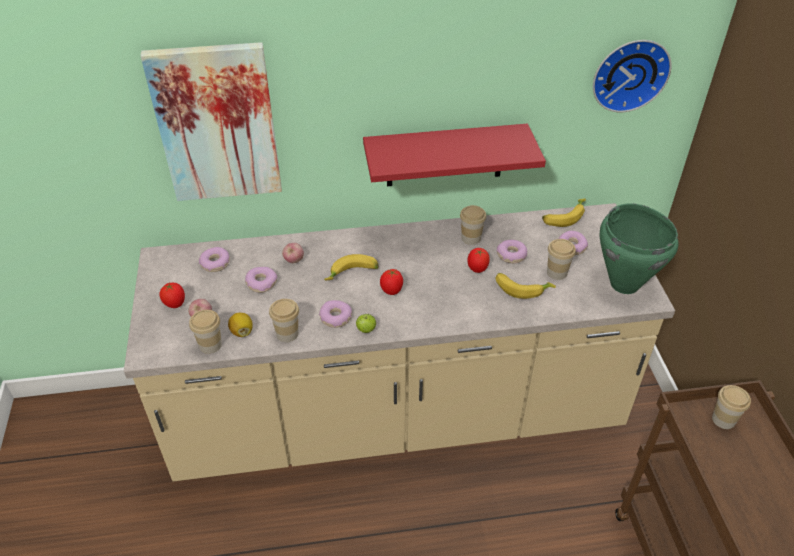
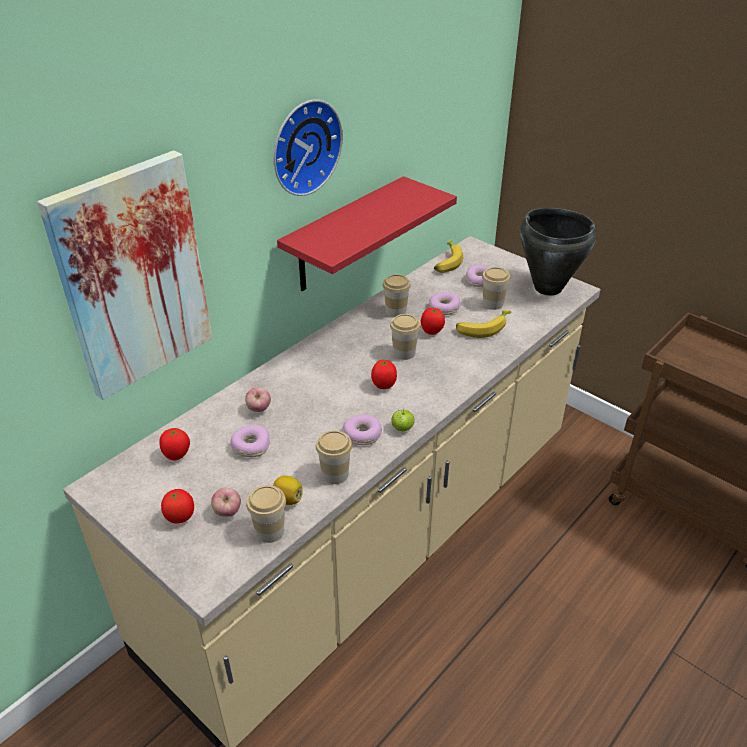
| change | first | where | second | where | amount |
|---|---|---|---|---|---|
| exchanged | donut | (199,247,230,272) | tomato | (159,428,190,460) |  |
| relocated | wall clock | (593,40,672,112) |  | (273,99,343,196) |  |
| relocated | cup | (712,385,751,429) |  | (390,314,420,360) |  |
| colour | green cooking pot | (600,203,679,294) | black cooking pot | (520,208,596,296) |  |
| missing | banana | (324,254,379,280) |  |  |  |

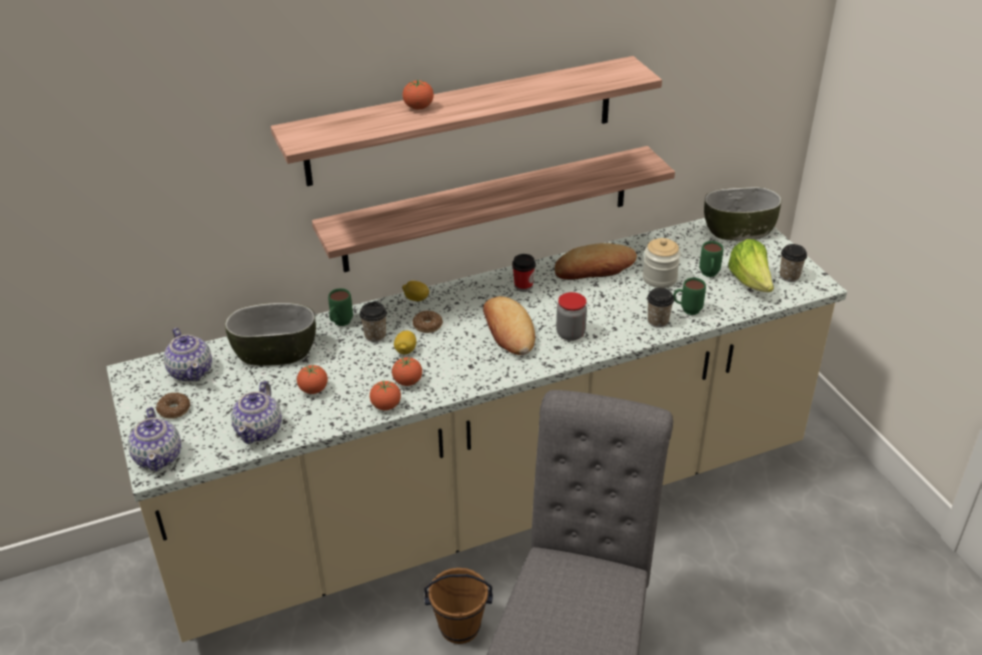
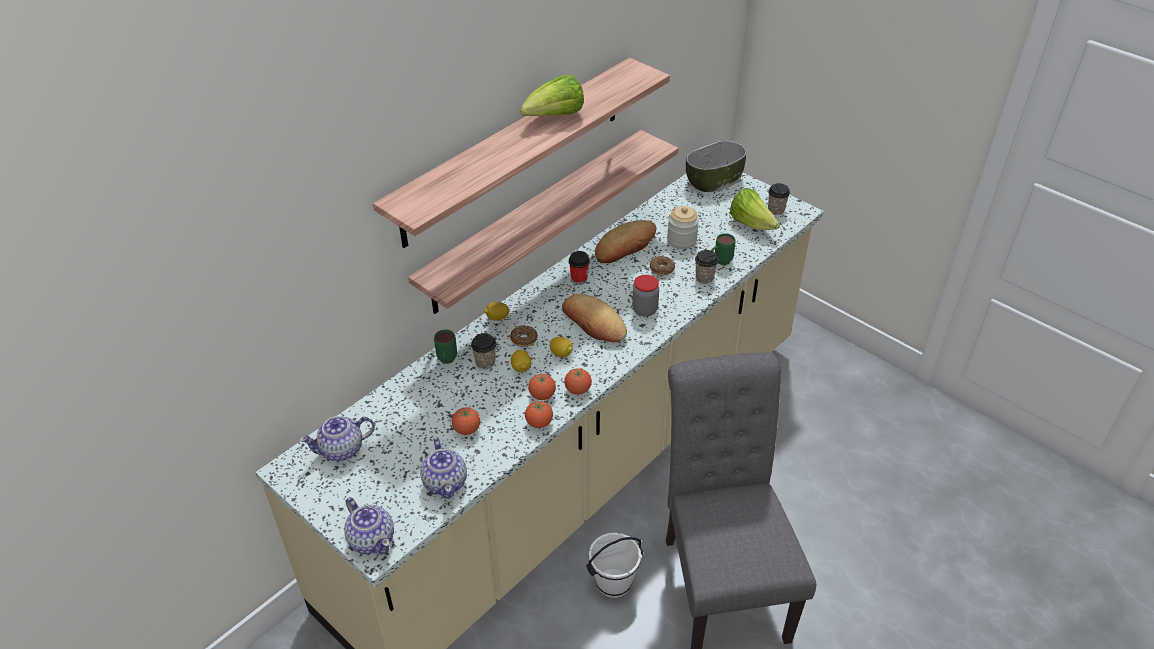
| change | first | where | second | where | amount |
|---|---|---|---|---|---|
| spun | teapot | (164,328,212,381) |  | (299,416,375,461) | 120 degrees clockwise |
| appeared |  |  | lettuce | (520,75,584,116) |  |
| appeared |  |  | lemon | (550,337,573,357) |  |
| relocated | tomato | (403,80,434,110) |  | (564,368,592,395) |  |
| colour | brown bucket | (424,568,493,644) | white bucket | (586,533,644,598) |  |
| relocated | donut | (156,392,190,419) |  | (650,256,675,276) |  |
| missing | bowl | (225,303,316,366) |  |  |  |
| missing | green mug | (699,241,723,277) |  |  |  |

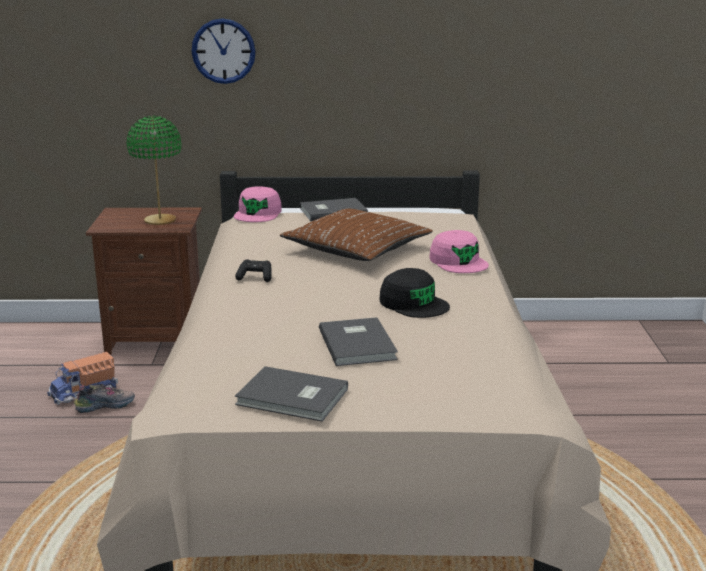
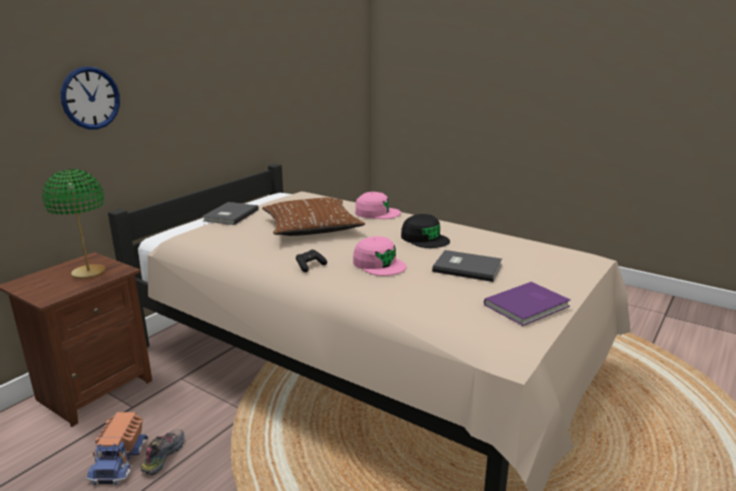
| change | first | where | second | where | amount |
|---|---|---|---|---|---|
| relocated | pink cap | (234,186,282,222) |  | (353,236,407,276) |  |
| spun | black cap | (379,268,450,318) |  | (401,214,450,248) | 60 degrees clockwise |
| colour | grey book | (235,366,348,422) | purple book | (484,282,570,326) |  |

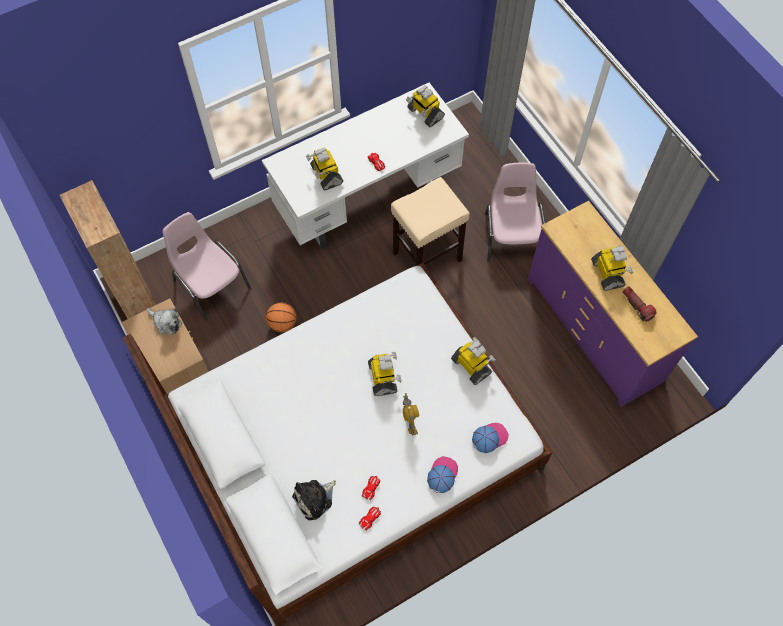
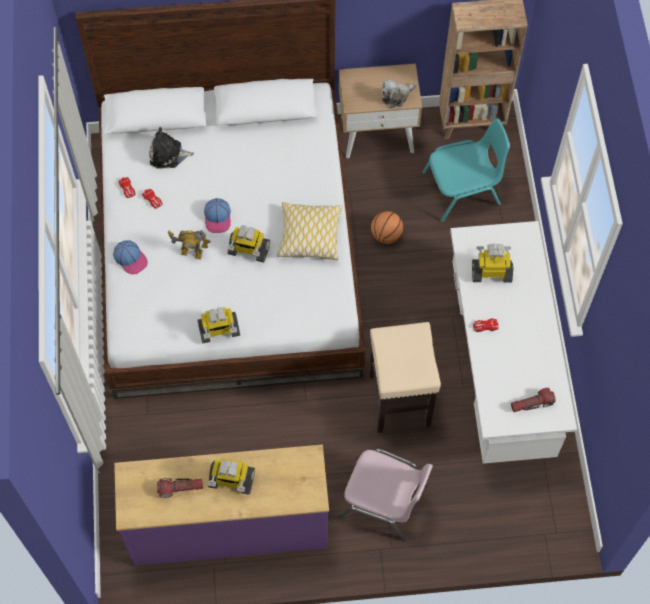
| change | first | where | second | where | amount |
|---|---|---|---|---|---|
| spun | plush toy | (292,480,336,520) |  | (149,127,194,169) | 75 degrees counterclockwise |
| relocated | cap | (472,423,509,453) |  | (204,198,231,233) |  |
| appeared |  |  | pillow | (277,202,342,260) |  |
| colour | pink chair | (162,212,251,320) | turquoise chair | (423,119,510,222) |  |
| exchanged | toy robot | (406,85,445,127) | flashlight | (511,388,556,412) |  |

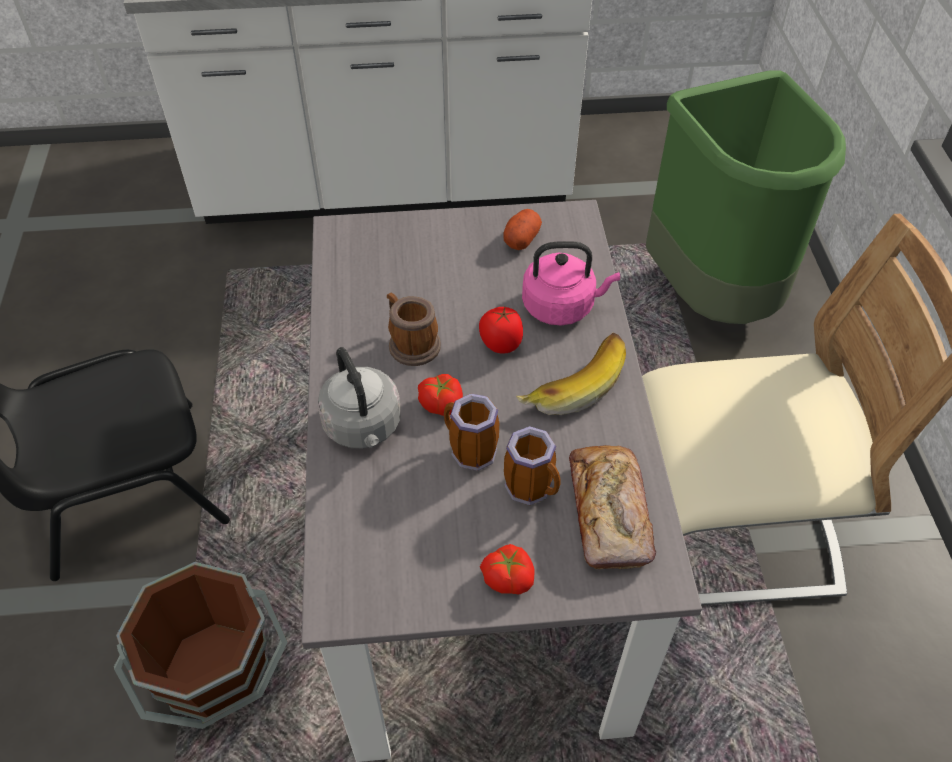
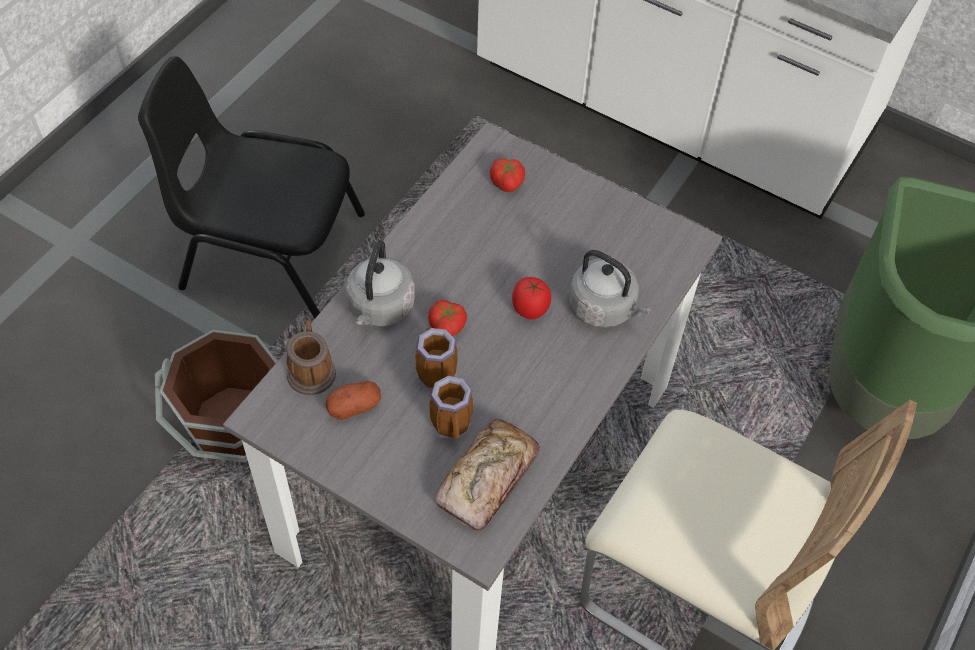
| change | first | where | second | where | amount |
|---|---|---|---|---|---|
| relocated | mug | (387,293,441,366) |  | (286,320,336,395) |  |
| relocated | potato | (503,209,542,250) |  | (325,381,381,420) |  |
| relocated | tomato | (480,544,534,595) |  | (490,159,525,192) |  |
| colour | pink kettle | (522,241,620,325) | grey kettle | (569,250,651,328) |  |
| missing | banana | (516,333,626,415) |  |  |  |

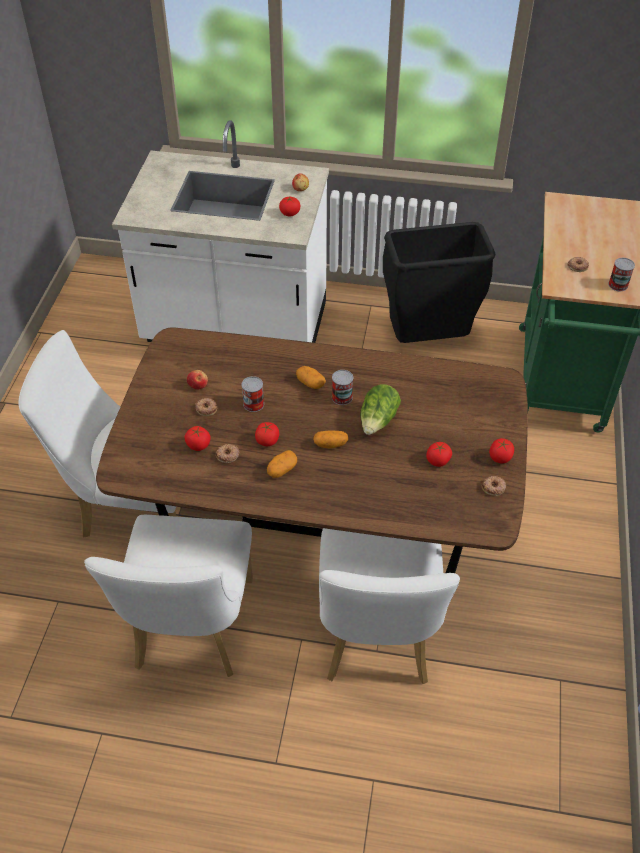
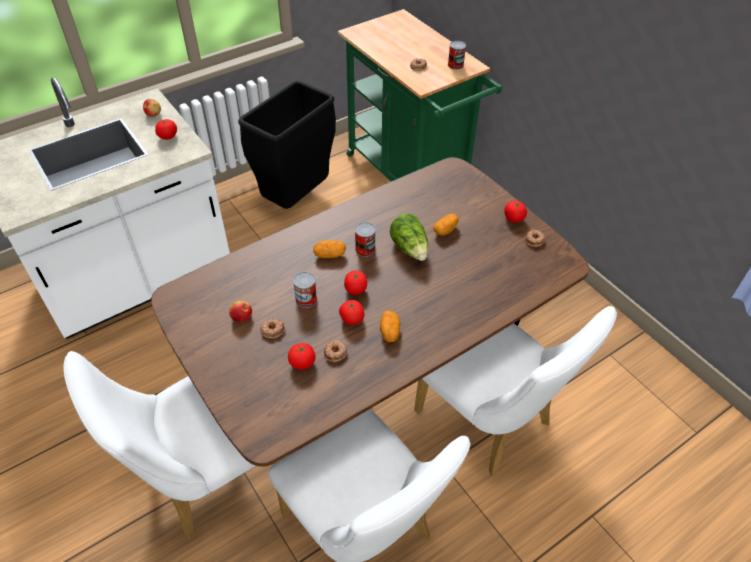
| change | first | where | second | where | amount |
|---|---|---|---|---|---|
| relocated | tomato | (426,442,452,467) |  | (344,271,367,295) |  |
| relocated | potato | (313,431,348,449) |  | (433,214,459,235) |  |

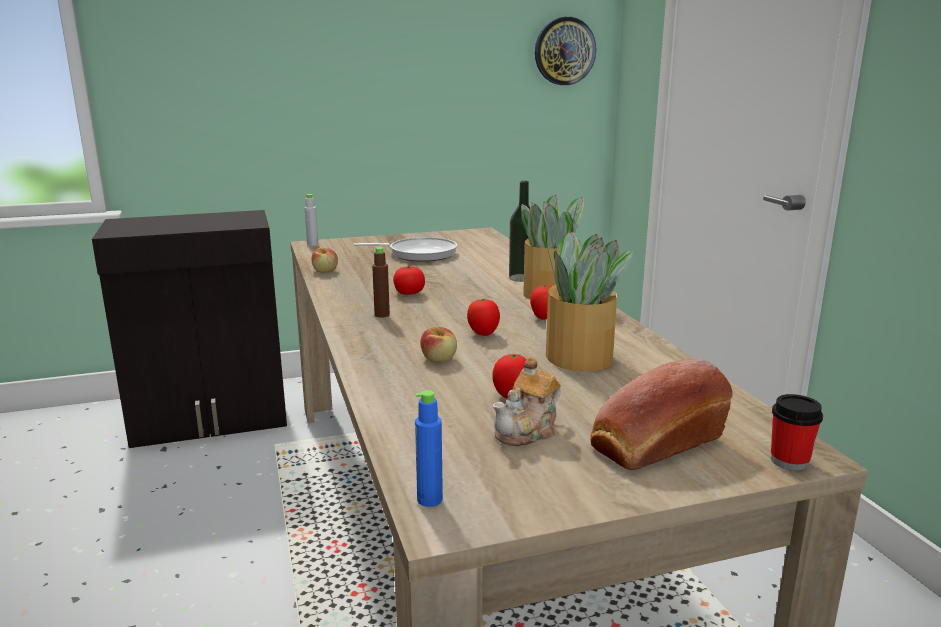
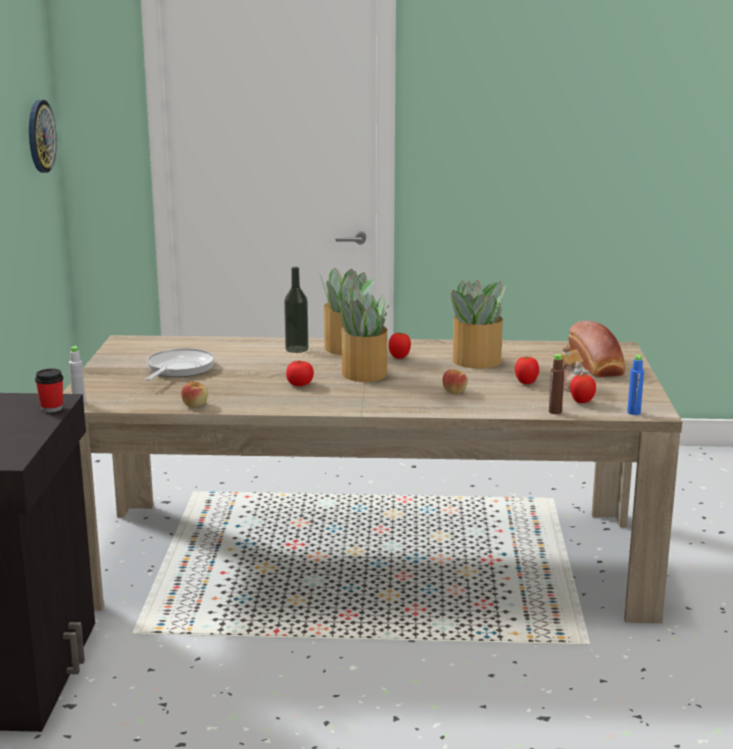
| change | first | where | second | where | amount |
|---|---|---|---|---|---|
| relocated | cup | (771,394,823,471) |  | (35,369,63,412) |  |
| appeared |  |  | potted plant | (335,288,390,382) |  |
| relocated | brown bottle | (372,247,390,318) |  | (549,354,564,414) |  |
| relocated | tomato | (467,299,500,336) |  | (570,374,596,403) |  |

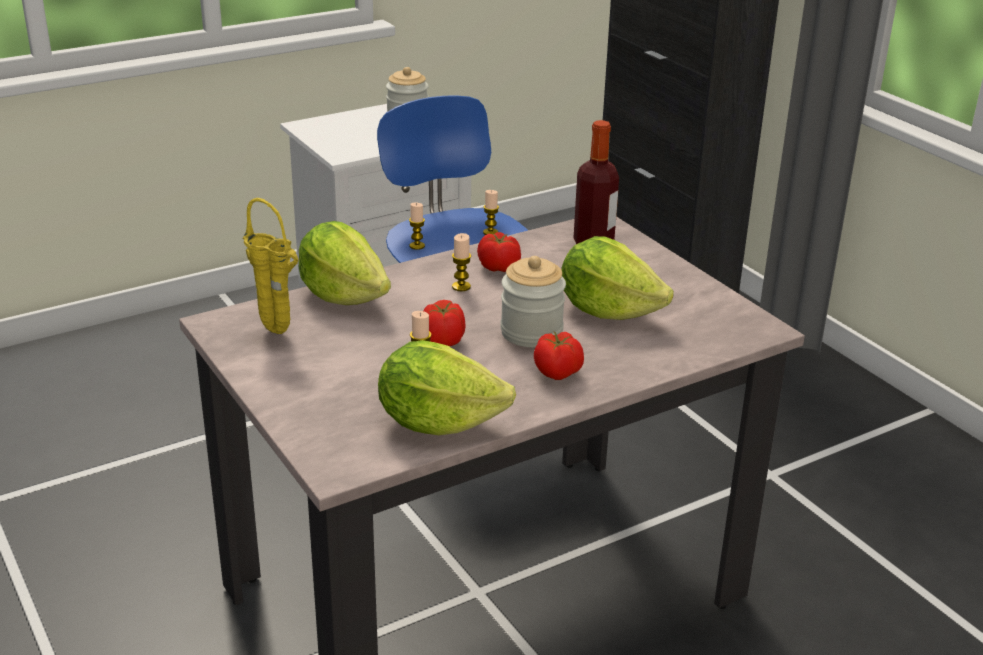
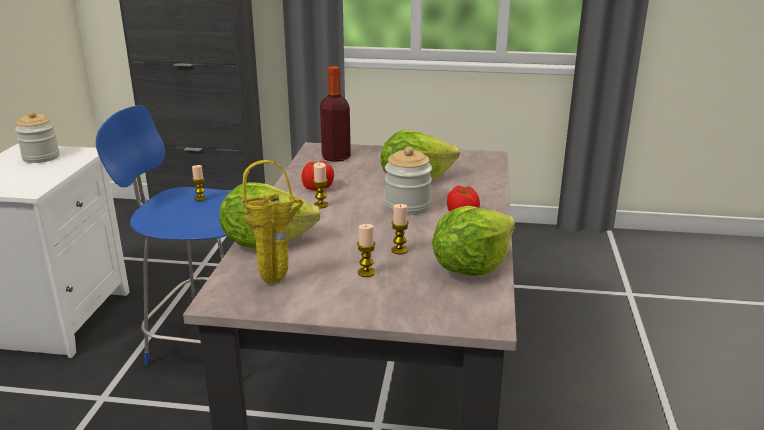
| change | first | where | second | where | amount |
|---|---|---|---|---|---|
| relocated | candle | (409,202,425,250) |  | (357,224,375,277) |  |
| missing | tomato | (423,300,466,346) |  |  |  |

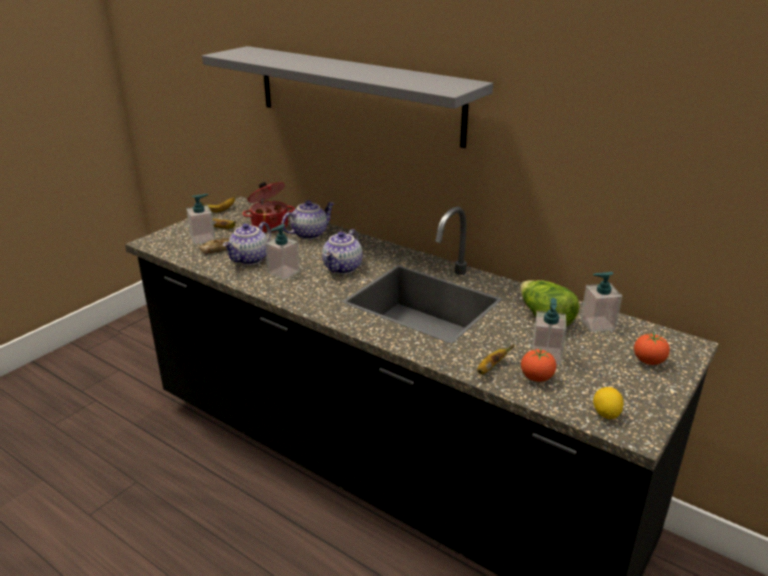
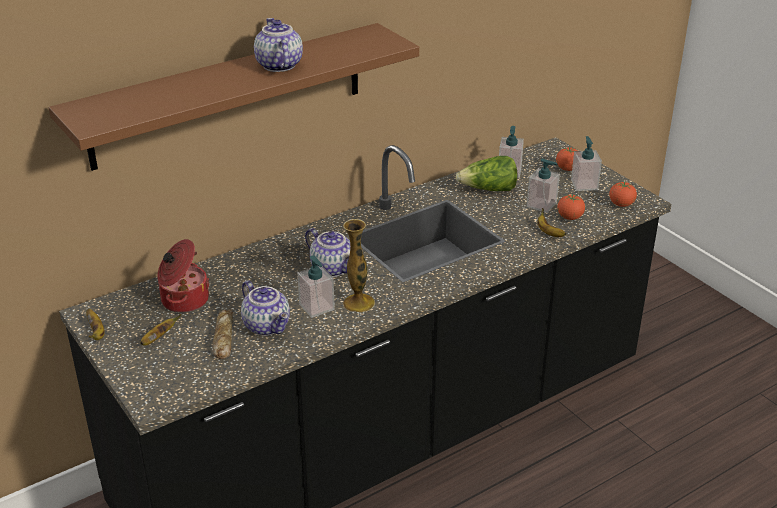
| change | first | where | second | where | amount |
|---|---|---|---|---|---|
| colour | grey shelf | (202,46,493,148) | brown shelf | (49,23,419,171) |  |
| relocated | teapot | (282,200,335,239) |  | (254,18,303,72) |  |
| appeared |  |  | vase | (343,219,375,312) |  |
| relocated | soap dispenser | (186,194,216,245) |  | (571,136,602,191) |  |
| exchanged | lemon | (593,387,624,419) | tomato | (609,182,637,207) |  |

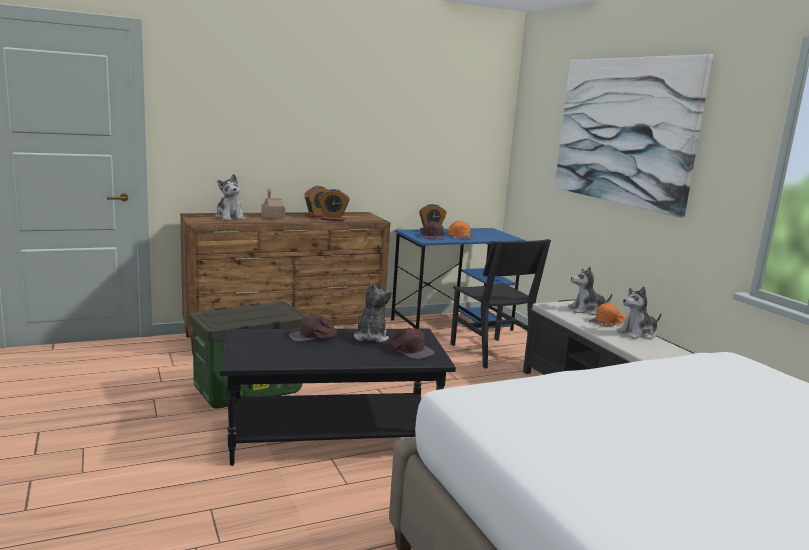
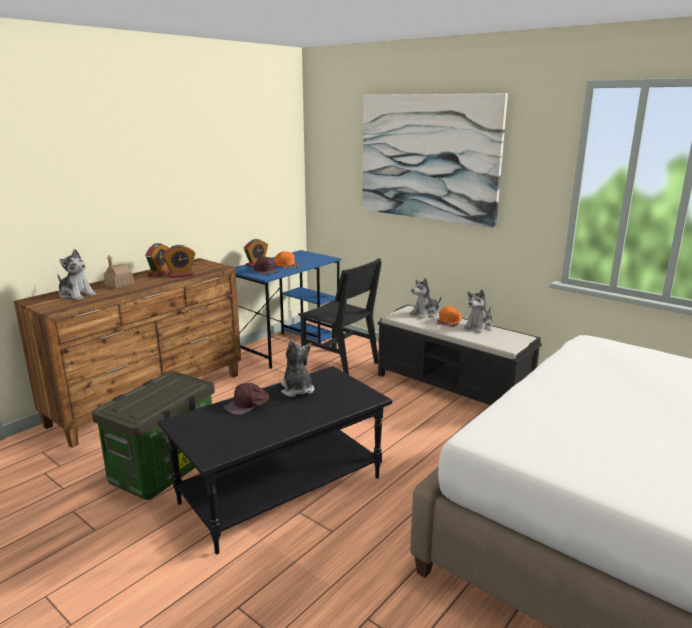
| change | first | where | second | where | amount |
|---|---|---|---|---|---|
| missing | brown cap | (388,328,435,359) |  |  |  |

